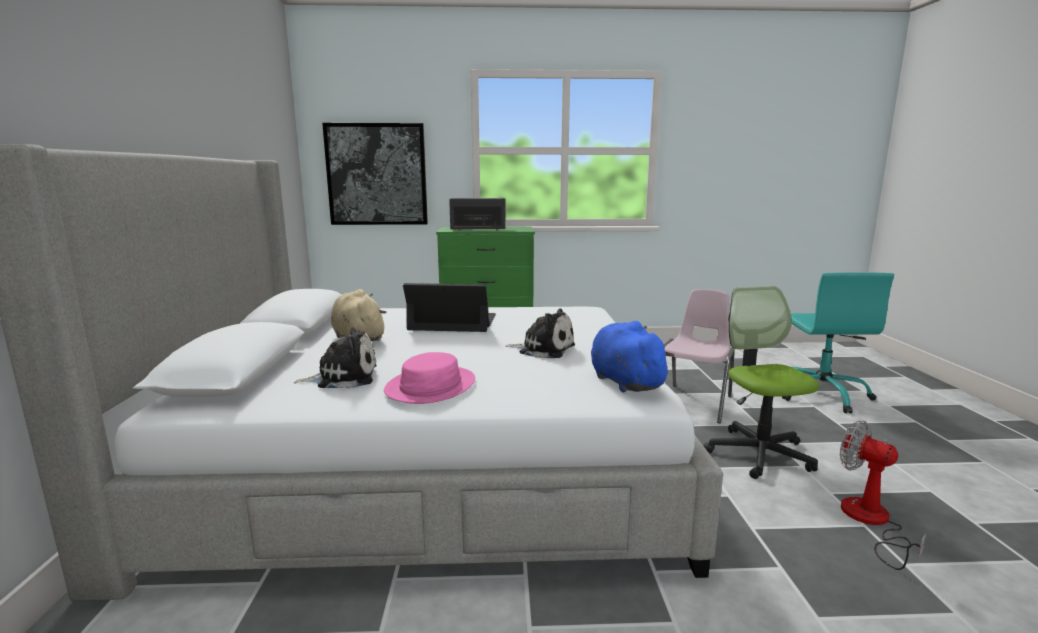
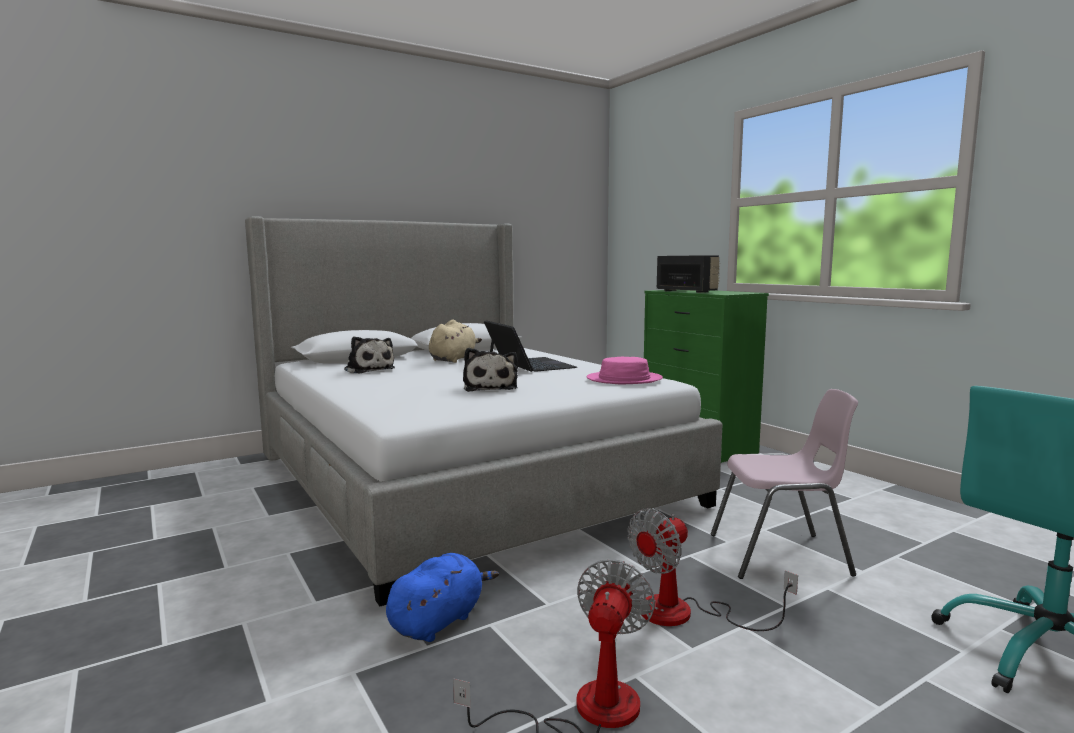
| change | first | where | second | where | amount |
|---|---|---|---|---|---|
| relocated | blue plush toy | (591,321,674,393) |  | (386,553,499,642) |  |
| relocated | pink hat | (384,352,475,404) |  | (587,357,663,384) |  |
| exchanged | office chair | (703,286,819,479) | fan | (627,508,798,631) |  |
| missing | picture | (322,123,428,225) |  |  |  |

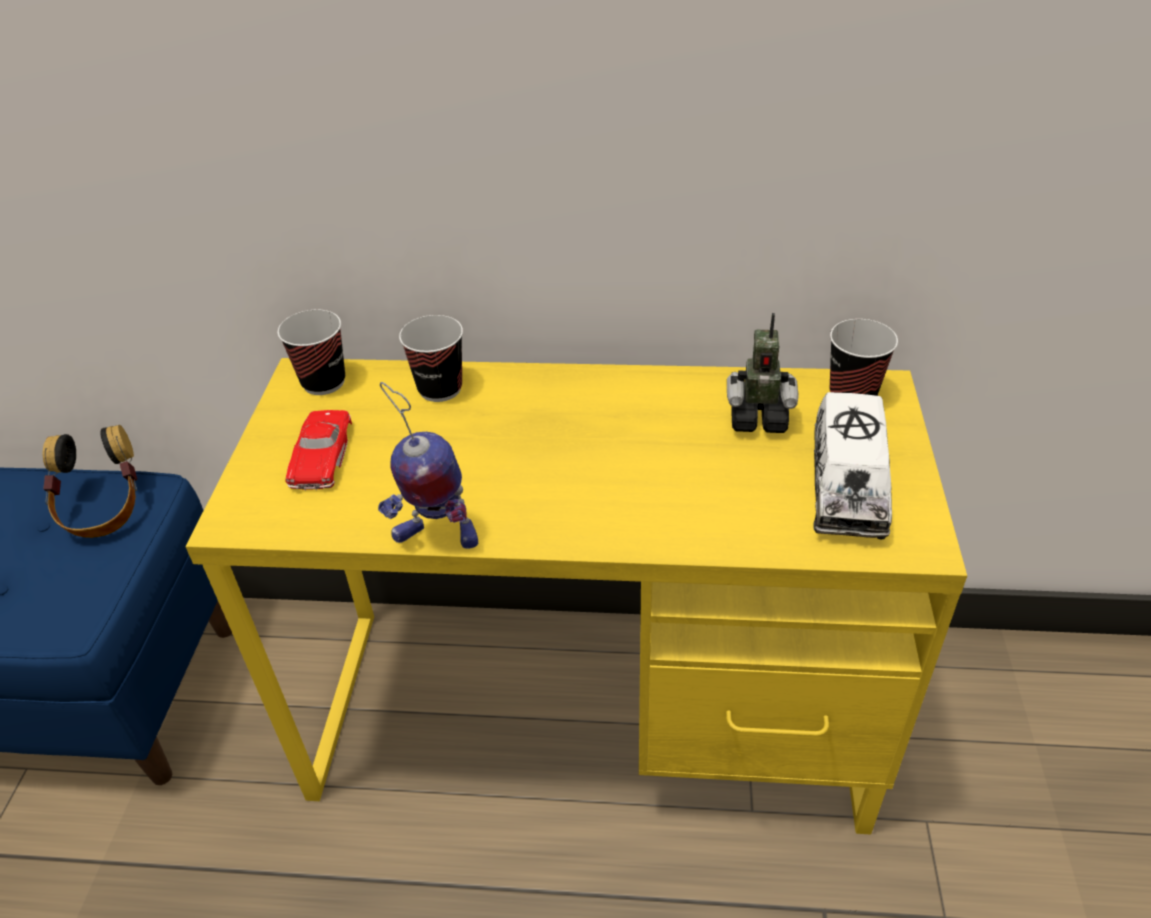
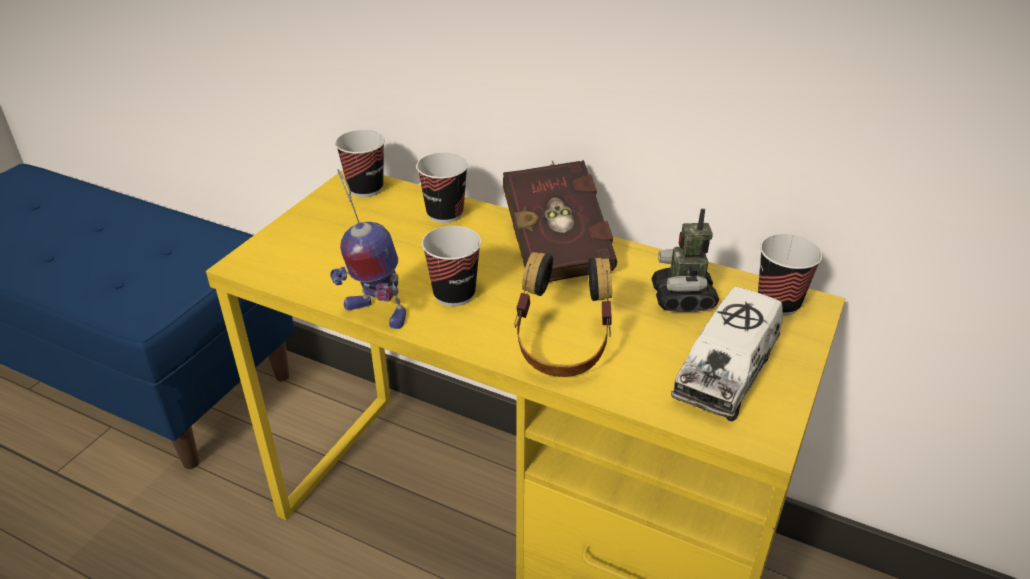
| change | first | where | second | where | amount |
|---|---|---|---|---|---|
| appeared |  |  | cup | (422,226,481,306) |  |
| appeared |  |  | red book | (503,160,617,282) |  |
| relocated | headphones | (42,425,137,538) |  | (514,252,612,377) |  |
| spun | toy robot | (727,313,799,433) |  | (651,209,719,312) | 60 degrees clockwise |
| missing | red toy car | (285,410,352,491) |  |  |  |

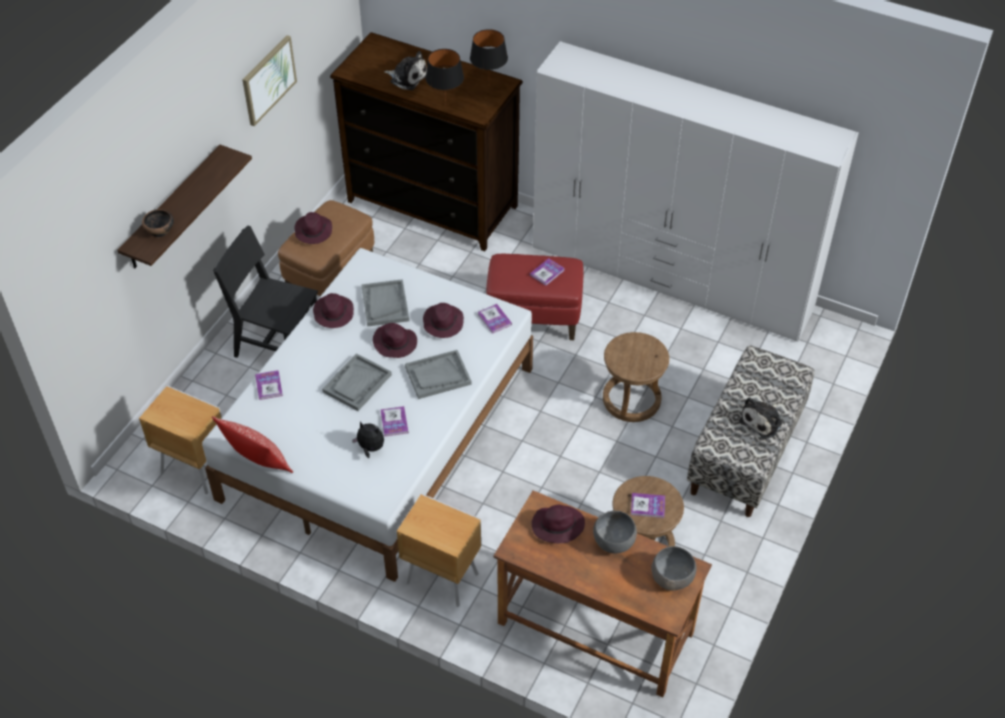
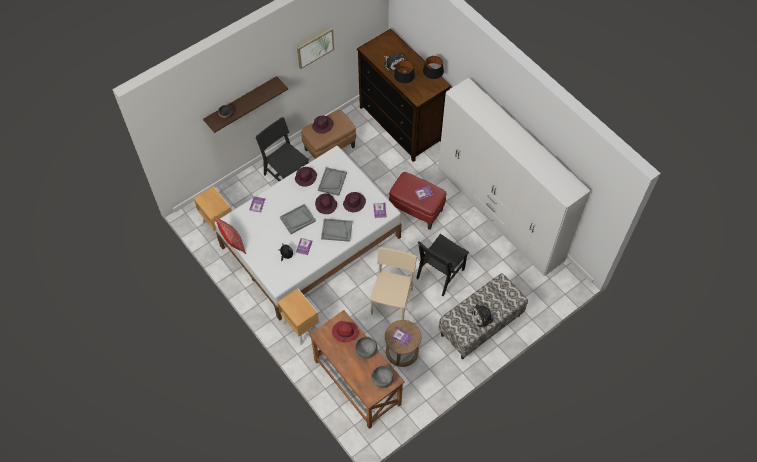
| change | first | where | second | where | amount |
|---|---|---|---|---|---|
| colour | purple hat | (532,505,585,543) | red hat | (332,321,359,343) |  |
| appeared |  |  | beige chair | (369,247,417,320) |  |
| exchanged | brown stool | (603,332,669,422) | black chair | (416,233,469,296) |  |

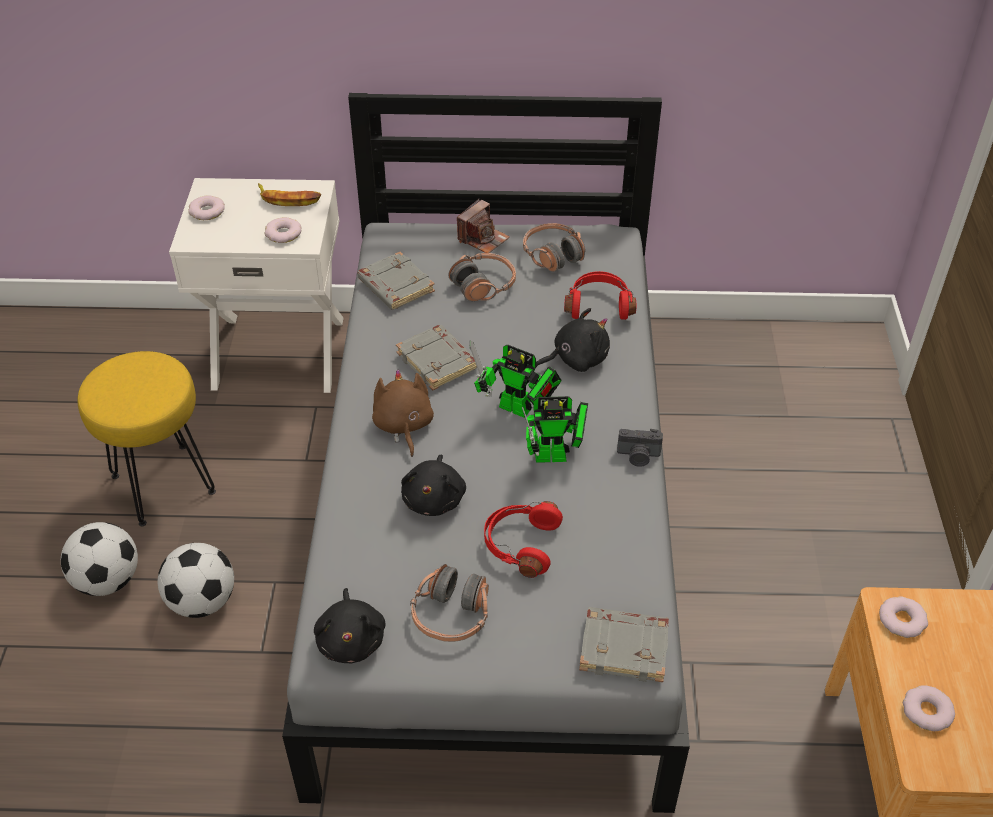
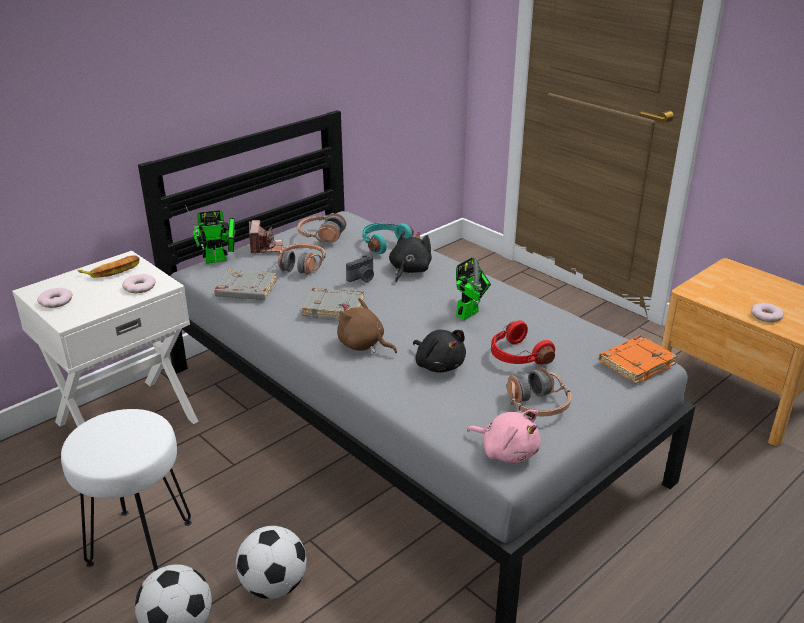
| change | first | where | second | where | amount |
|---|---|---|---|---|---|
| colour | yellow stool | (77,351,216,526) | white stool | (61,409,192,571) |  |
| relocated | toy robot | (469,341,562,418) |  | (185,205,235,264) |  |
| relocated | photo camera | (617,429,663,467) |  | (346,255,374,282) |  |
| colour | red headphones | (564,271,636,320) | turquoise headphones | (363,223,414,254) |  |
| colour | black plush toy | (314,588,386,663) | pink plush toy | (467,410,541,463) |  |
| colour | grey book | (579,607,669,682) | orange book | (599,336,677,384) |  |
| missing | donut | (879,596,928,638) |  |  |  |

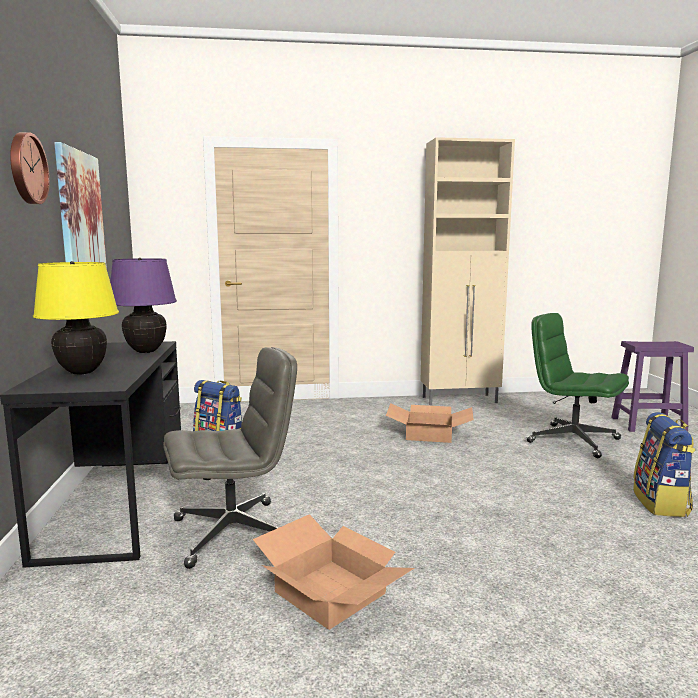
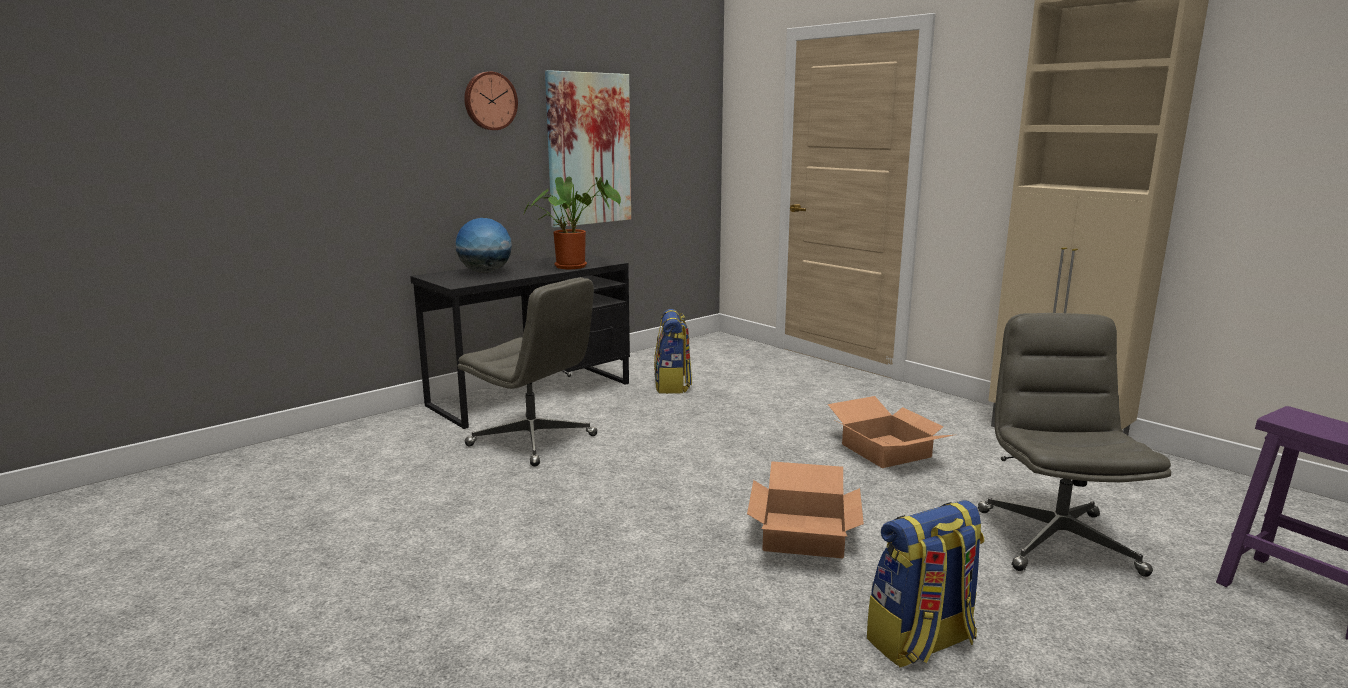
| change | first | where | second | where | amount |
|---|---|---|---|---|---|
| exchanged | yellow table lamp | (33,261,119,375) | globe | (456,218,512,273) |  |
| exchanged | purple table lamp | (110,258,177,353) | potted plant | (524,177,621,269) |  |
| relocated | cardboard box | (253,514,414,630) |  | (747,461,864,558) |  |
| colour | green office chair | (527,313,629,458) | grey office chair | (978,313,1171,577) |  |

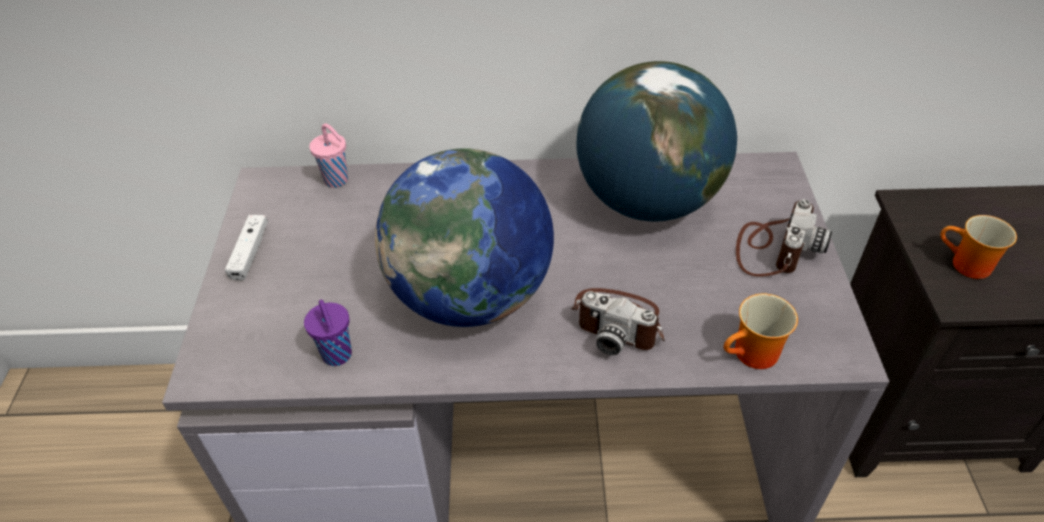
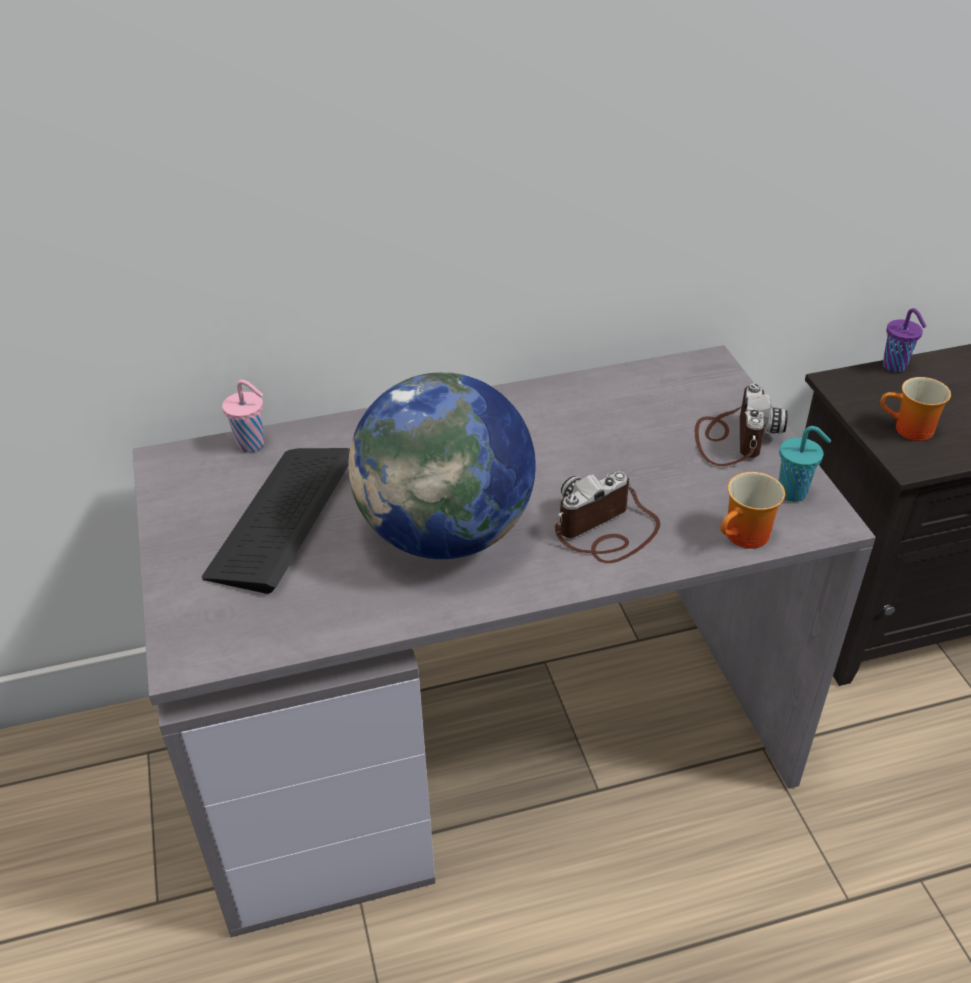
| change | first | where | second | where | amount |
|---|---|---|---|---|---|
| appeared |  |  | keyboard | (202,448,350,594) |  |
| spun | photo camera | (571,288,665,355) |  | (555,471,660,563) | 135 degrees clockwise |
| appeared |  |  | turquoise cup | (779,426,831,502) |  |
| relocated | purple cup | (304,300,352,366) |  | (883,308,927,372) |  |
| missing | white game controller | (225,215,268,280) |  |  |  |
| missing | globe | (576,61,737,222) |  |  |  |

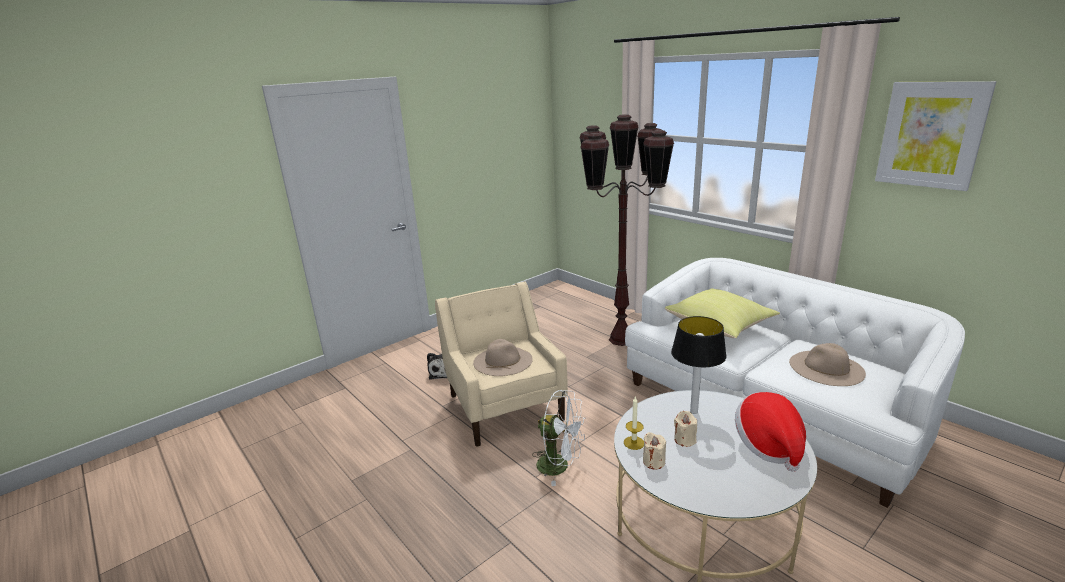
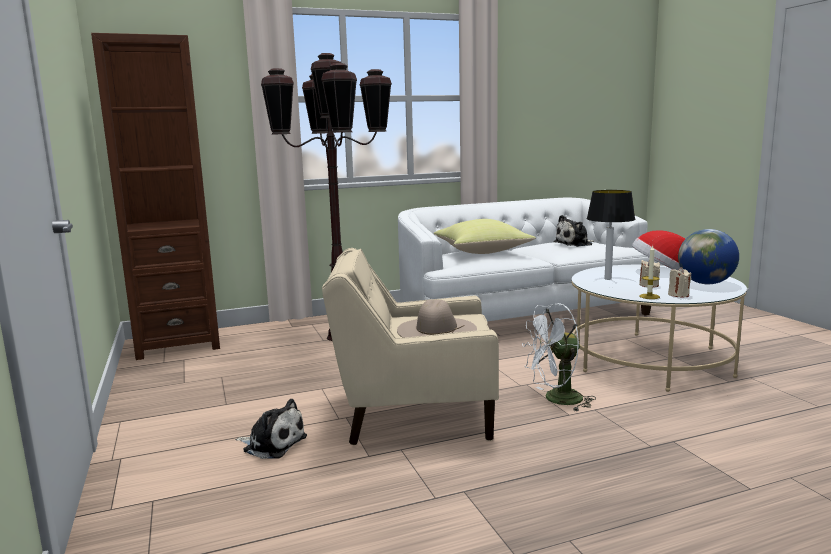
| change | first | where | second | where | amount |
|---|---|---|---|---|---|
| appeared |  |  | brown bookcase | (91,33,220,360) |  |
| spun | white fan | (532,390,586,486) |  | (522,303,596,411) | 150 degrees counterclockwise |
| exchanged | beige hat | (789,343,866,386) | plush toy | (553,215,594,247) |  |
| appeared |  |  | globe | (678,229,739,284) |  |
| missing | picture | (875,81,996,191) |  |  |  |

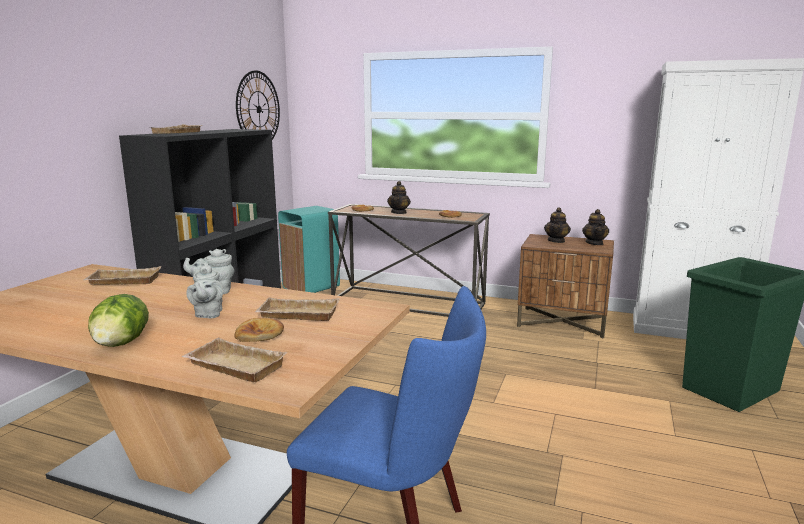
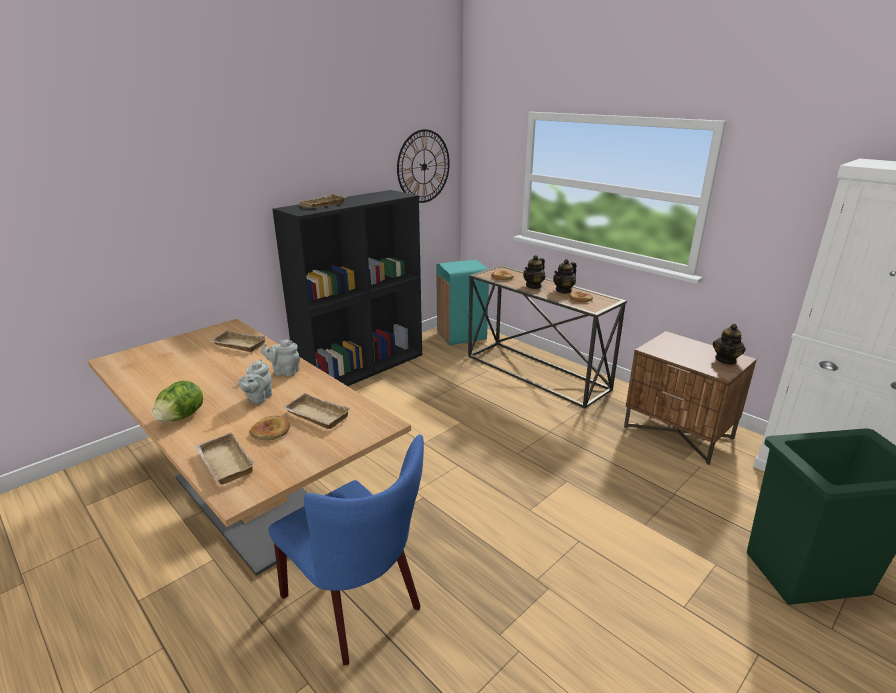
| change | first | where | second | where | amount |
|---|---|---|---|---|---|
| relocated | teapot | (544,207,571,243) |  | (553,259,577,294) |  |

